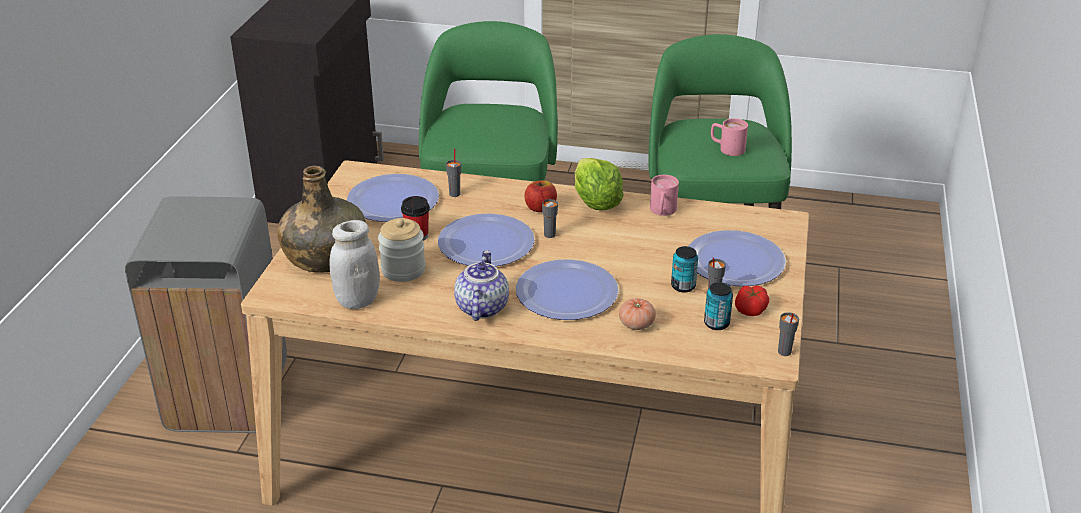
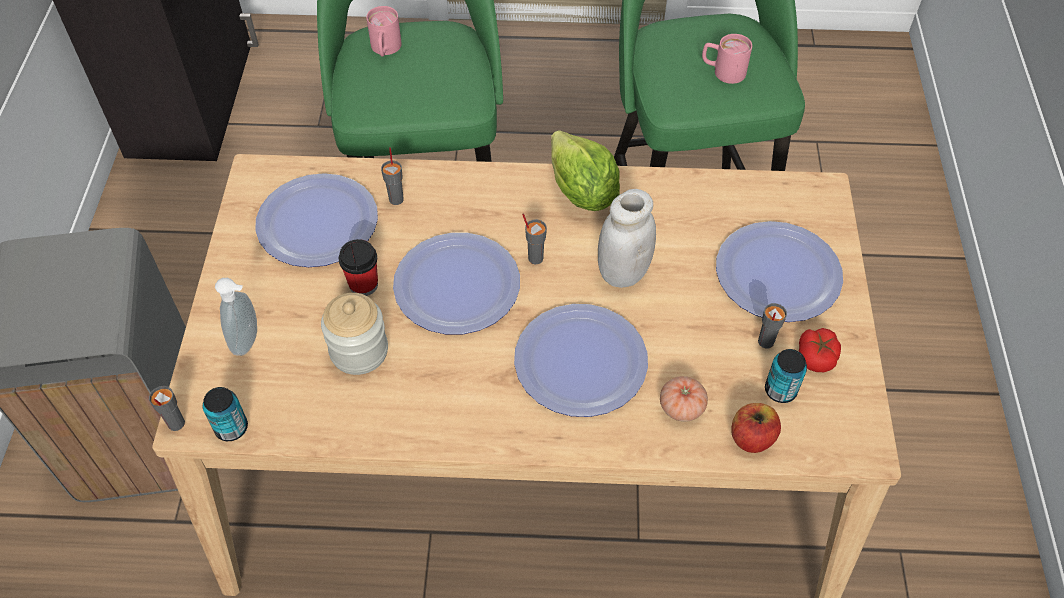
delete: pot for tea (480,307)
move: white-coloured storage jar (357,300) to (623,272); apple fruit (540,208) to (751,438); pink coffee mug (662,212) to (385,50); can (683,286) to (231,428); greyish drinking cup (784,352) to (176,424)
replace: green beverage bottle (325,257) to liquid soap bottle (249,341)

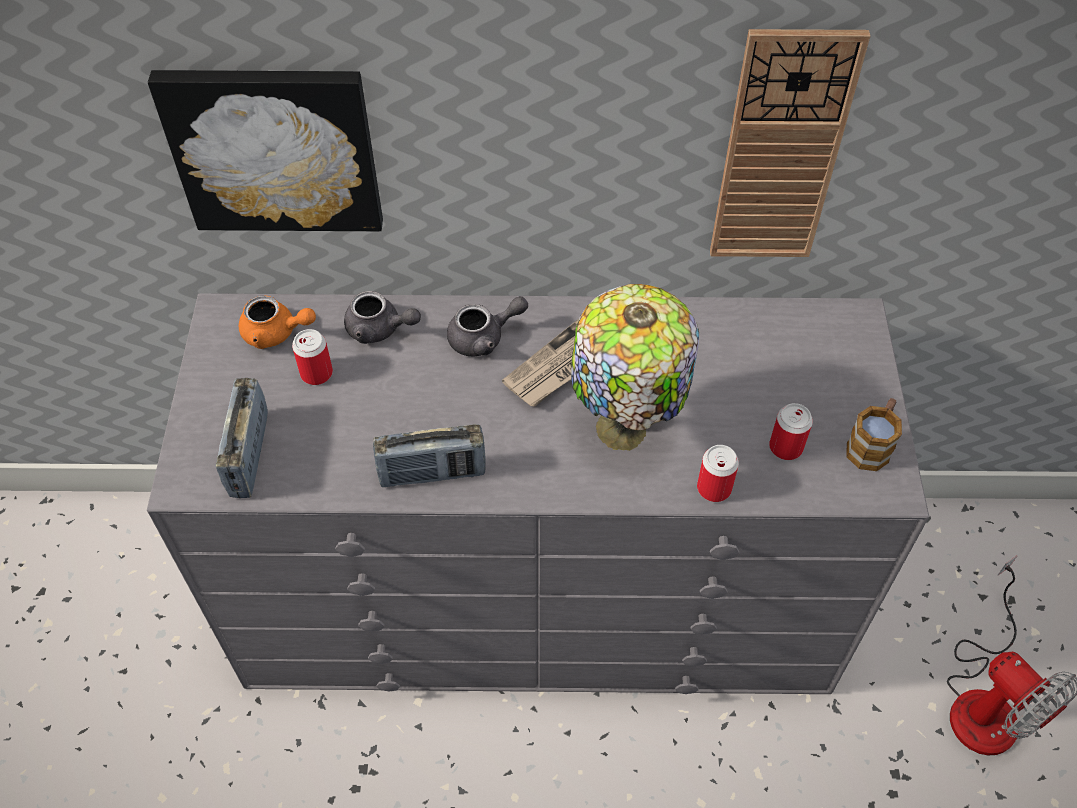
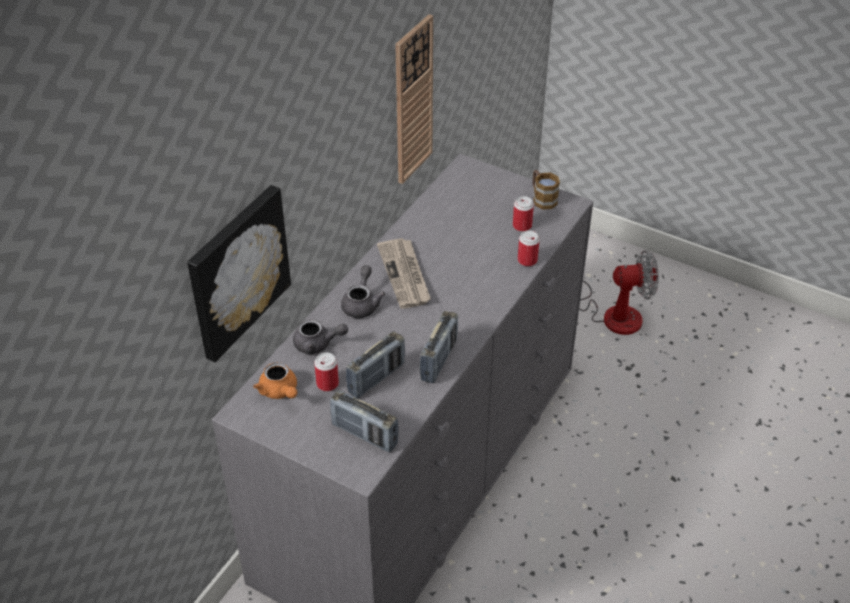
delete: tabletop lamp (624,432)
insert: radio receiver (376,378)
rotate: orange-coloured pot for tea (276,333) = (280,392) 105 degrees clockwise; greyish pot for tea (380,329) = (318,344) 45 degrees clockwise

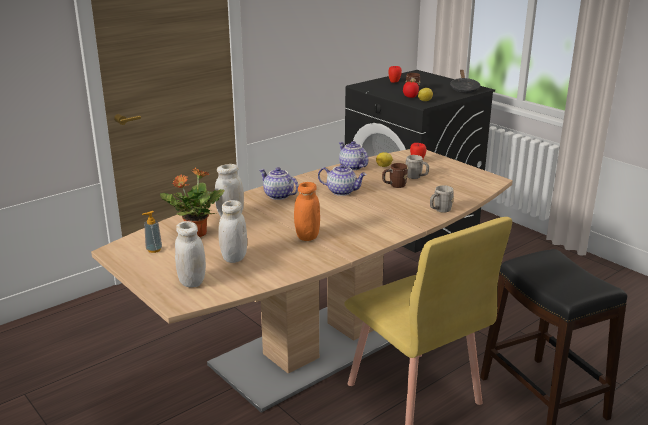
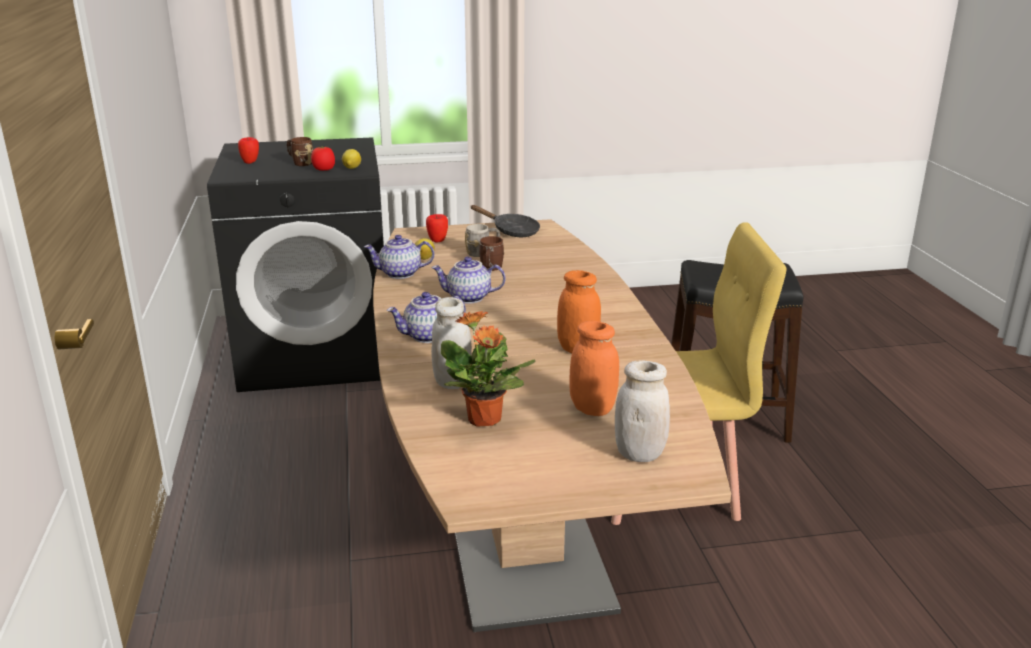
delete: liquid soap bottle (154,249); greyish coffee mug (440,210)
move: black-coloured skillet (464,89) to (512,231)
recolor: white-coloured storage jar (234,257) to orange-coloured storage jar (592,409)
rotate: pot for tea (342,191) = (468,298) 135 degrees counterclockwise

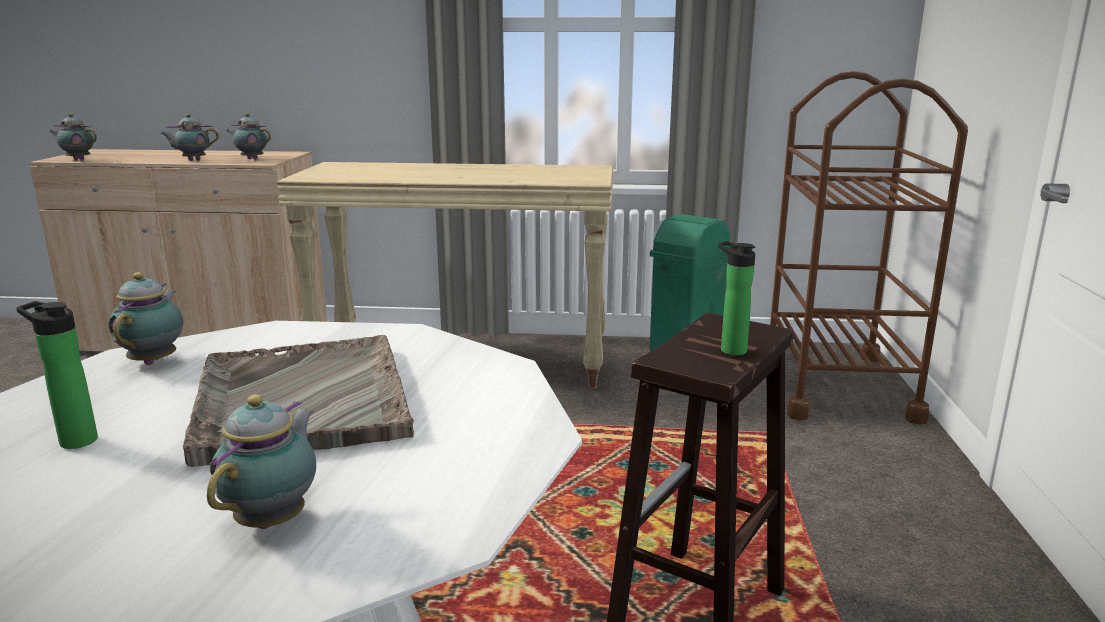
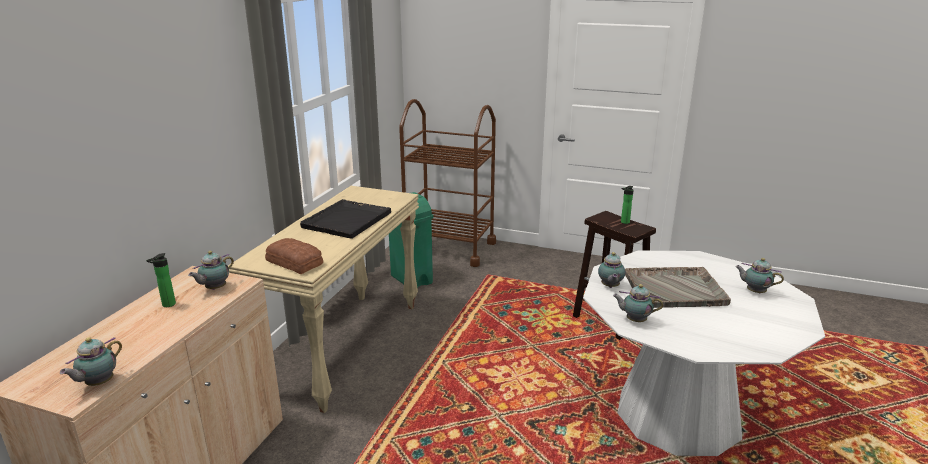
insert: bread (295,262); black-coloured carrying tray (346,220)
move: beverage bottle (74,440) to (167,305); pot for tea (192,160) to (610,286)

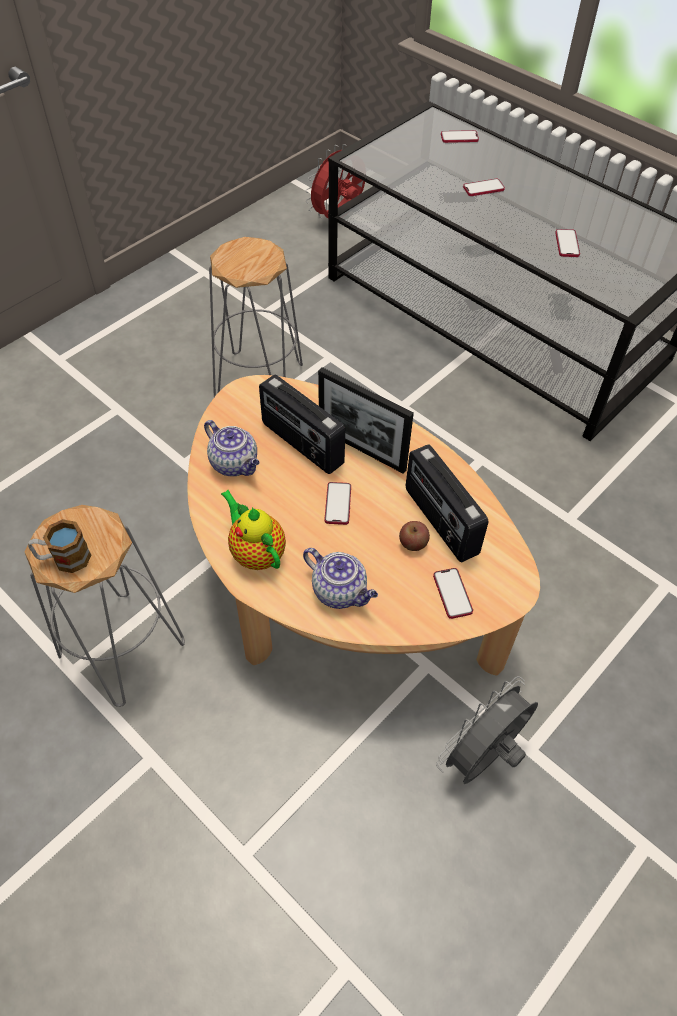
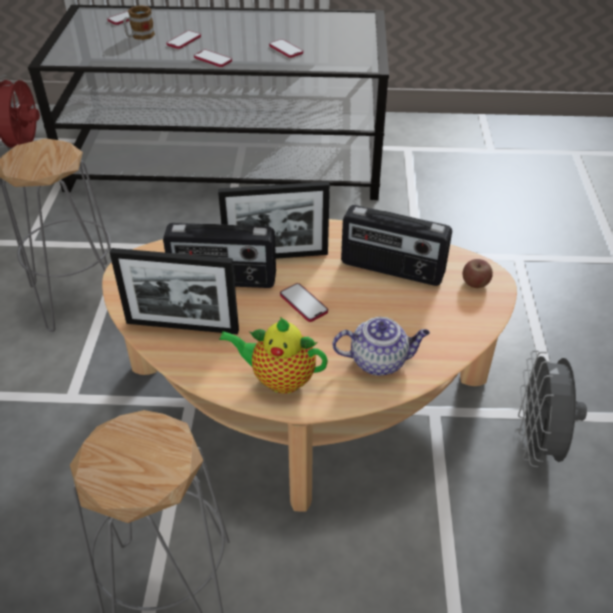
move: coffee mug (64,558) to (139,36); apple fruit (413,543) to (475,283); phone (452,594) to (213,59)
replace: pot for tea (235,464) to photo frame (182,326)

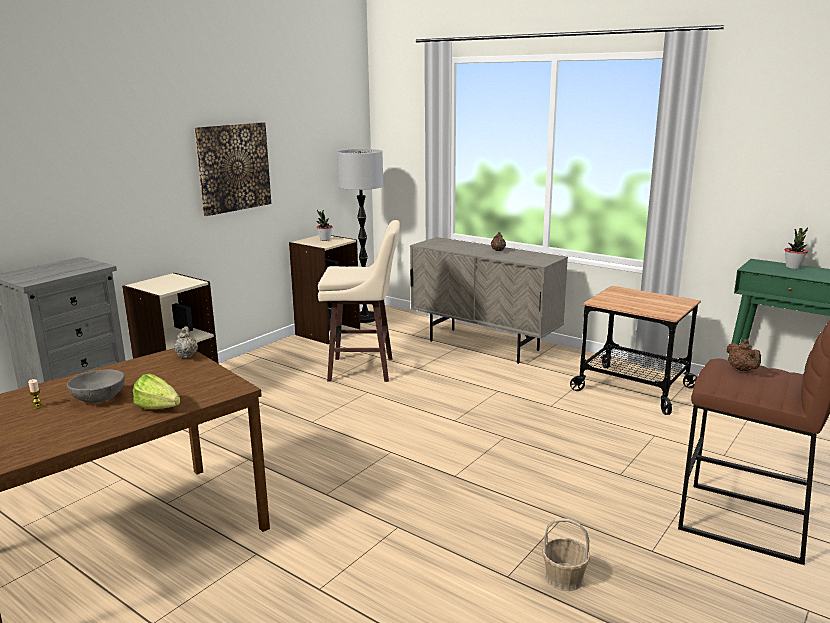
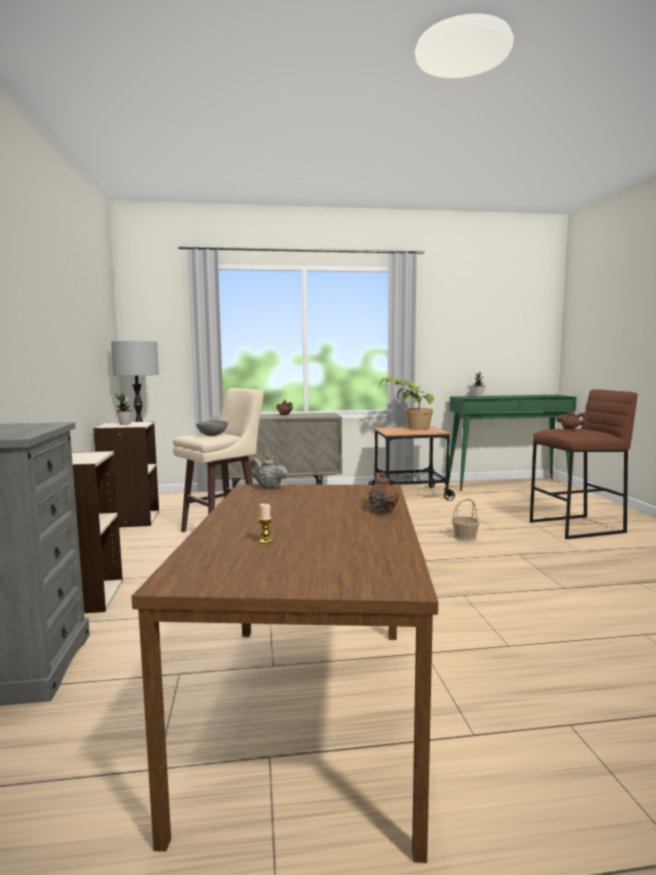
delete: wall picture (233,167)
insert: houseplant (407,429)
move: greyish serving bowl (100,399) to (212,435); storage basket (564,578) to (465,537)
replace: lettuce head (160,410) to brownish pot for tea (382,510)

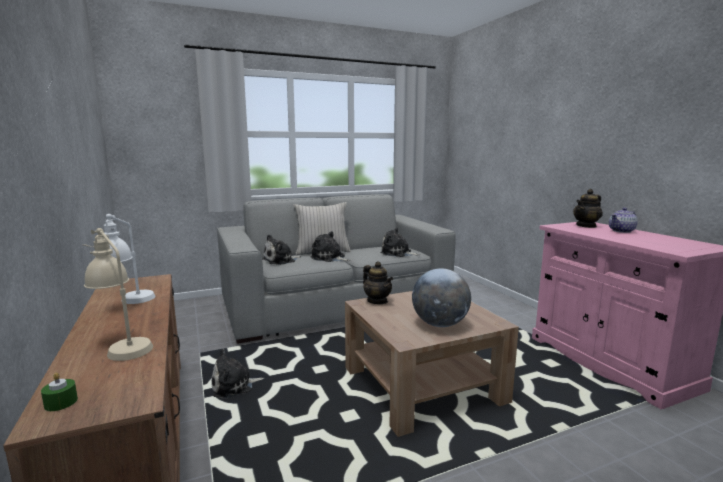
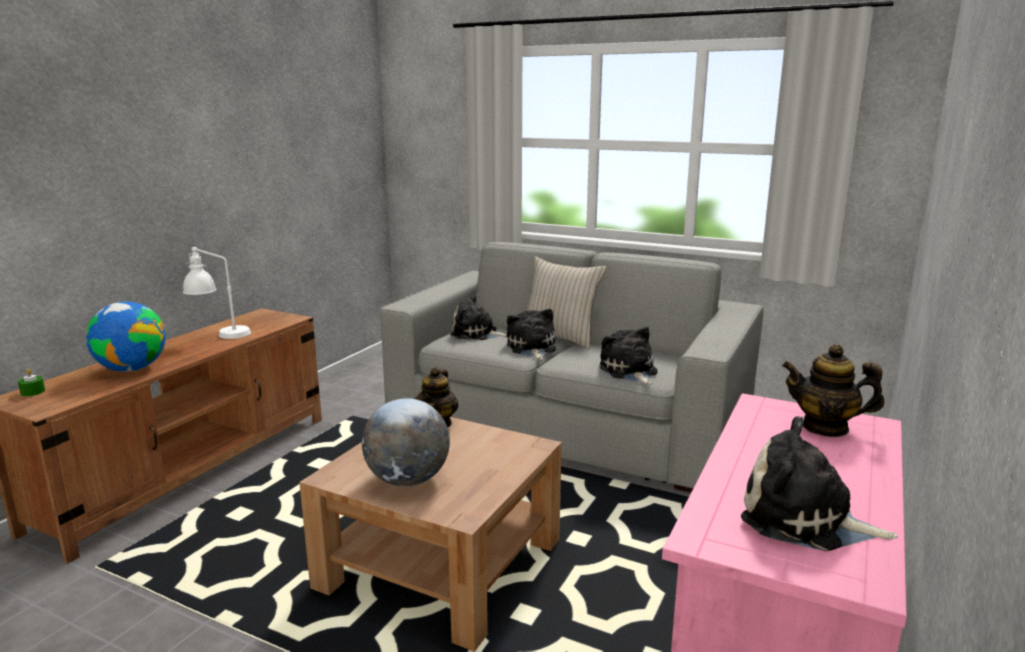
delete: pot for tea (622,231)
move: plush toy (235,386) to (804,519)
replace: beige tabletop lamp (121,345) to globe (132,369)

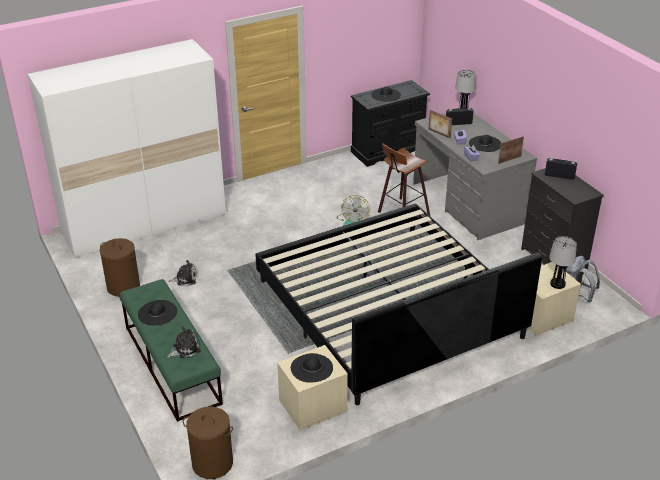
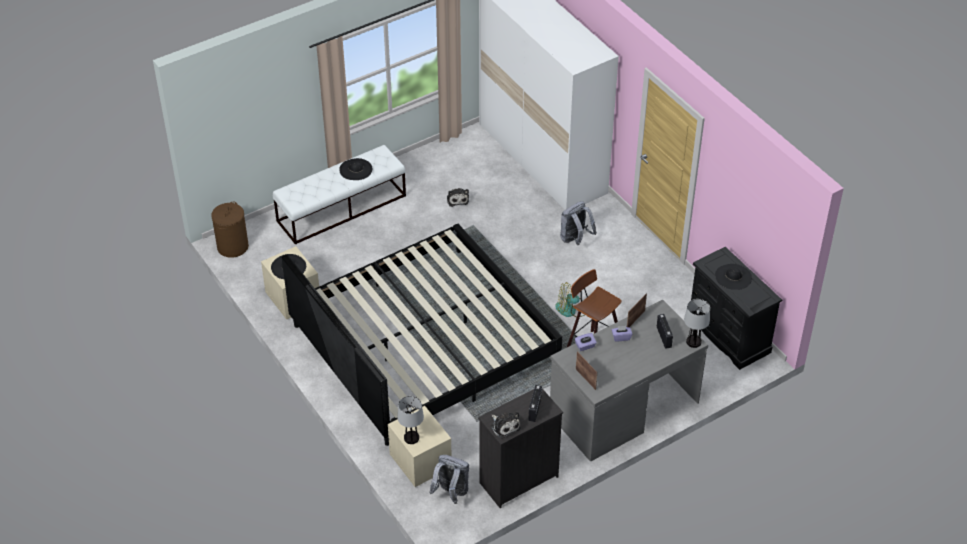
delete: brownish laundry basket (123,286); black-coloured hat (485,144)
insert: greyish backpack (575,239)
move: plush toy (184,349) to (504,426)
recolor: green long seat (171,364) to white-coloured long seat (342,208)

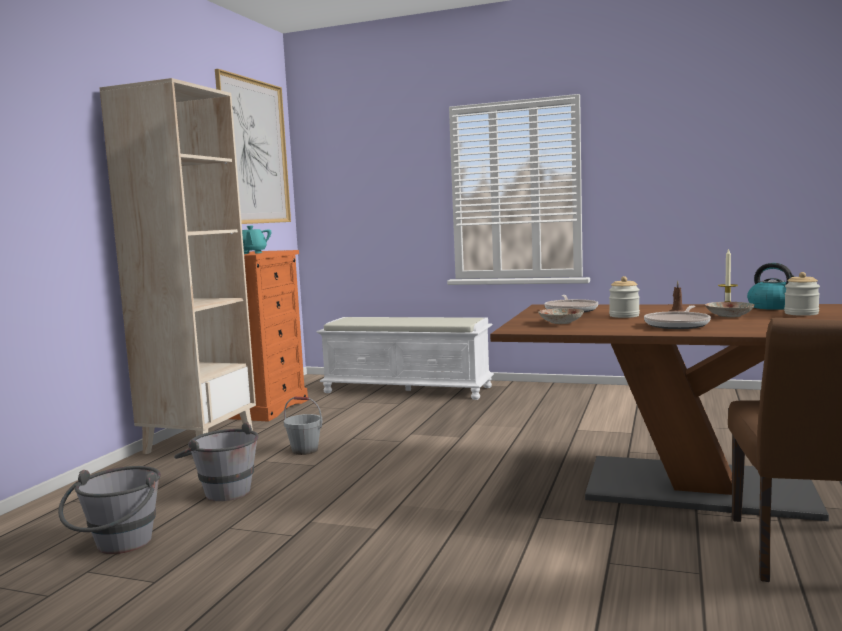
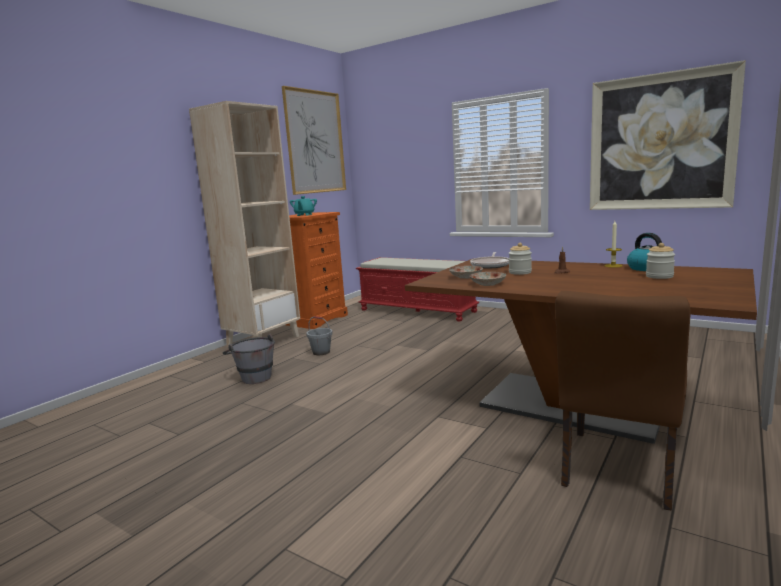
delete: greyish pail (118,547); skillet (678,325)
insert: wall picture (660,142)
move: flat dish (728,316) to (487,284)
recolor: white-coloured long seat (408,389) to red long seat (418,310)

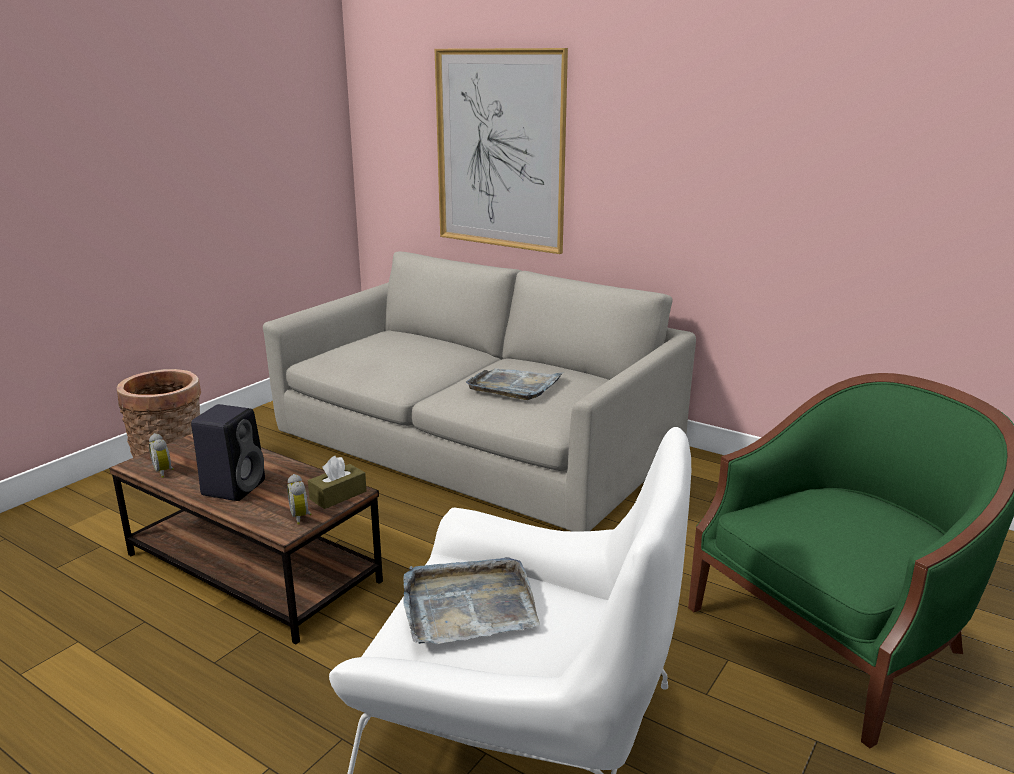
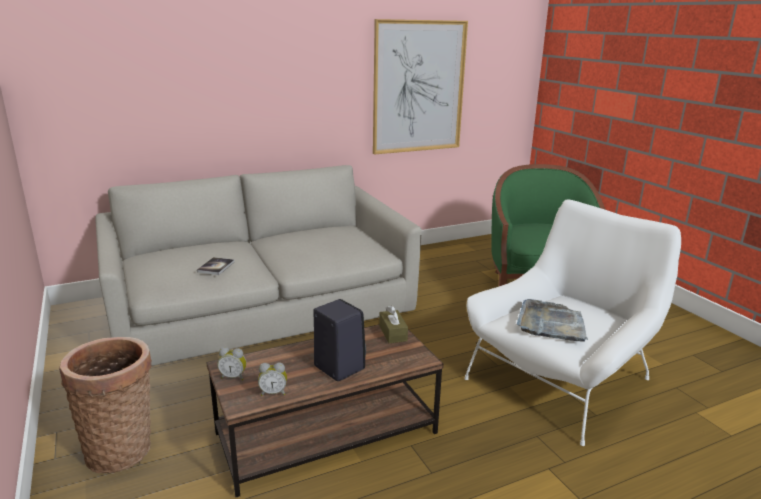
delete: greyish carrying tray (515,386)
insert: volume (216,267)
move: alarm clock (301,517) to (233,377); wall picture (500,150) to (419,87)

